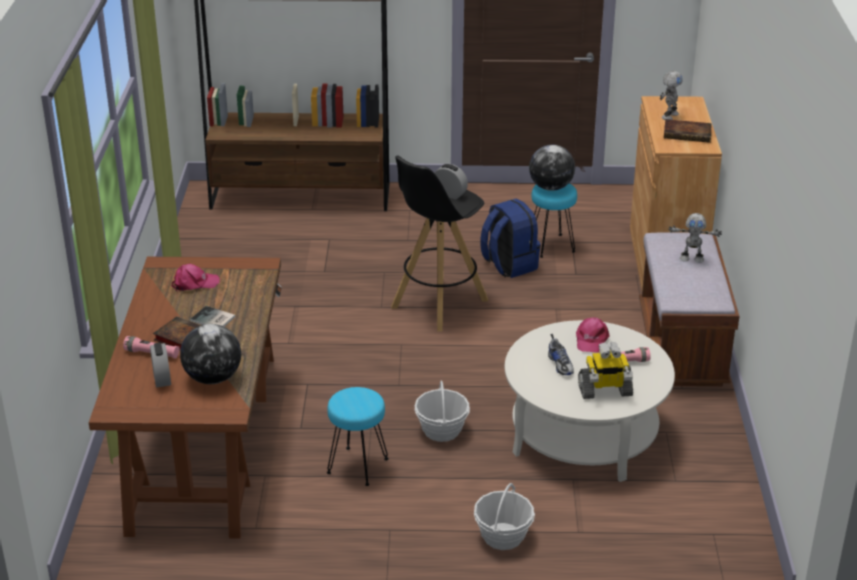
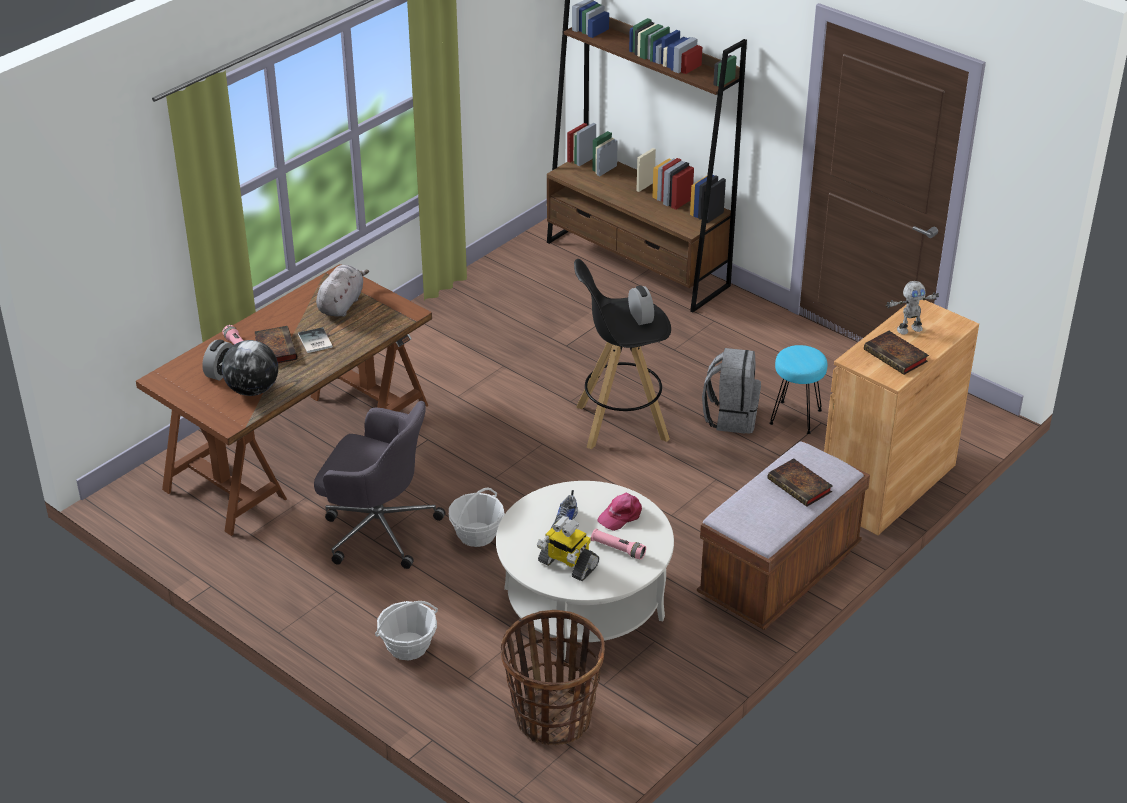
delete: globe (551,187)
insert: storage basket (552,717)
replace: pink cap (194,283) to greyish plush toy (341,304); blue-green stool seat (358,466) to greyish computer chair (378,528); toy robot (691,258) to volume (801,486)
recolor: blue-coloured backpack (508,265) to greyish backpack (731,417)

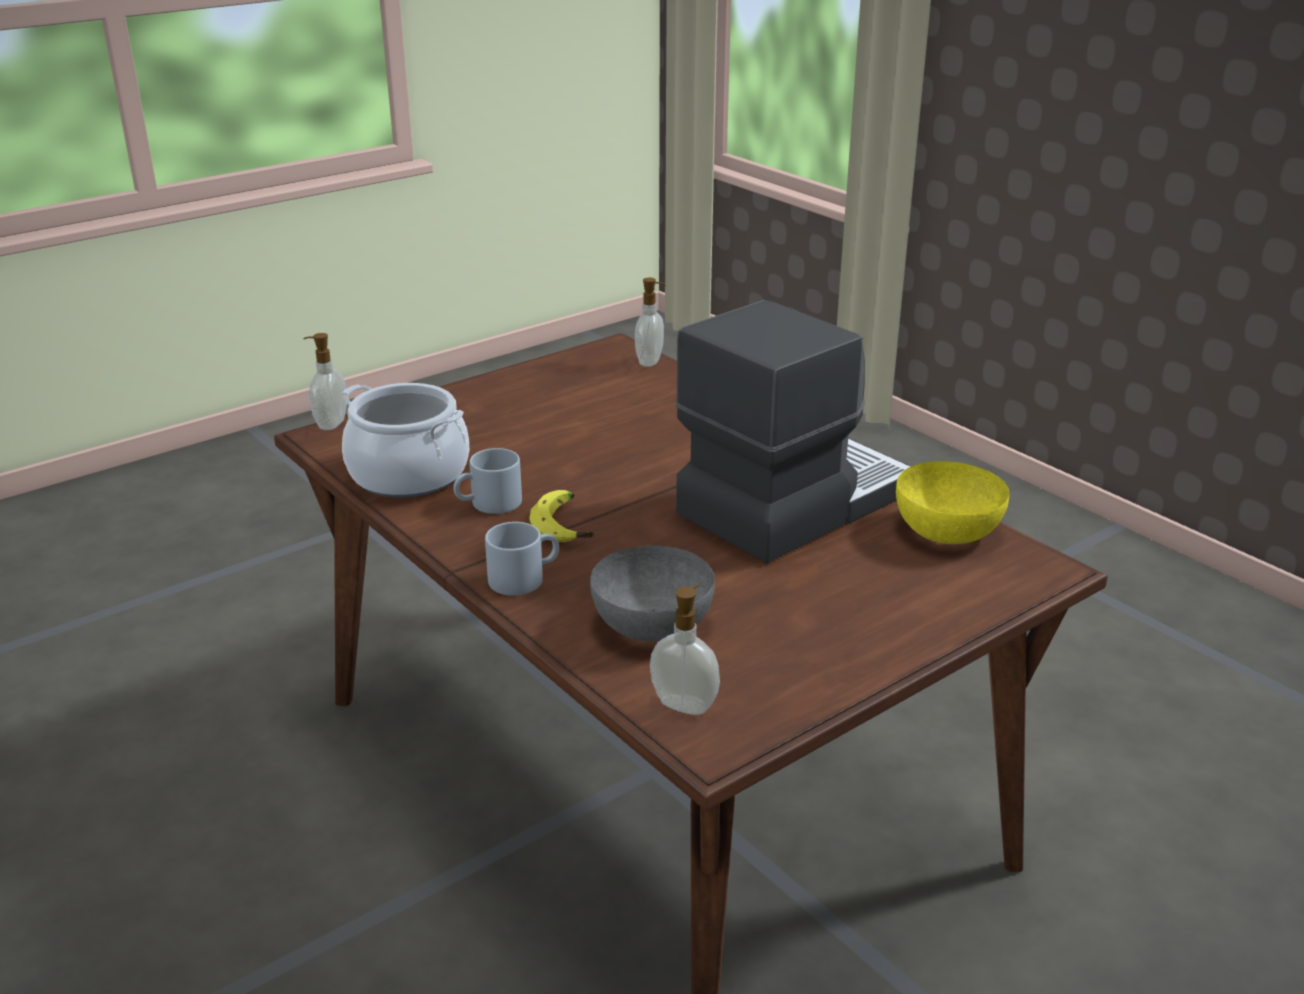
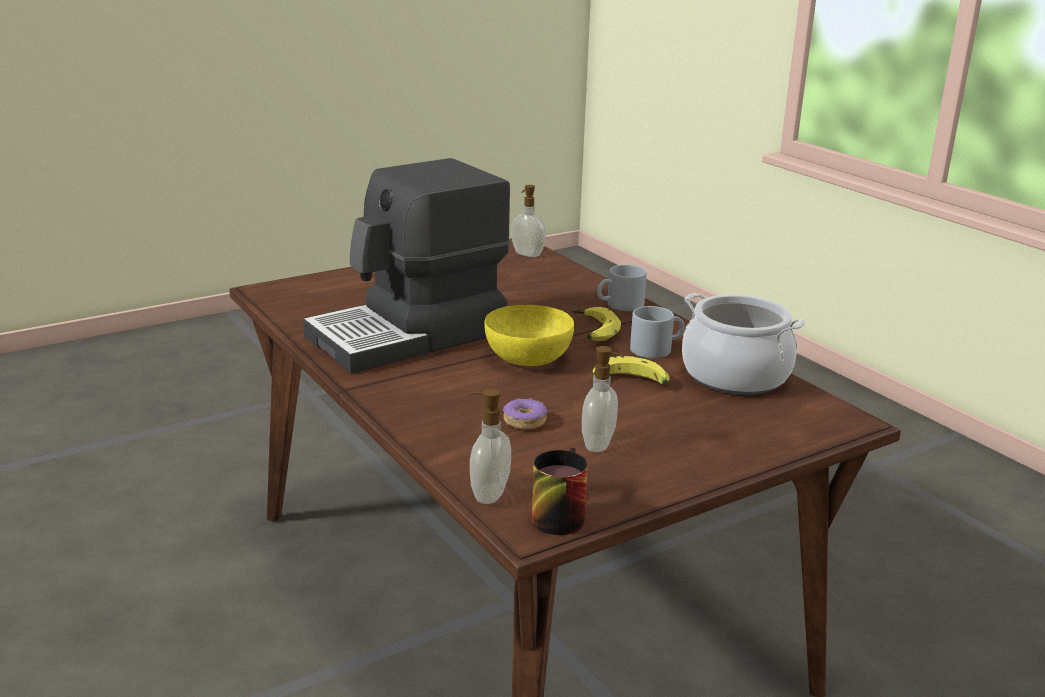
delete: greyish serving bowl (651,624)
insert: doughnut (524,421); coffee mug (555,513); banana fruit (629,384)
move: liquid soap bottle (330,424) to (599,445); yellow-coloured serving bowl (948,529) to (527,358)

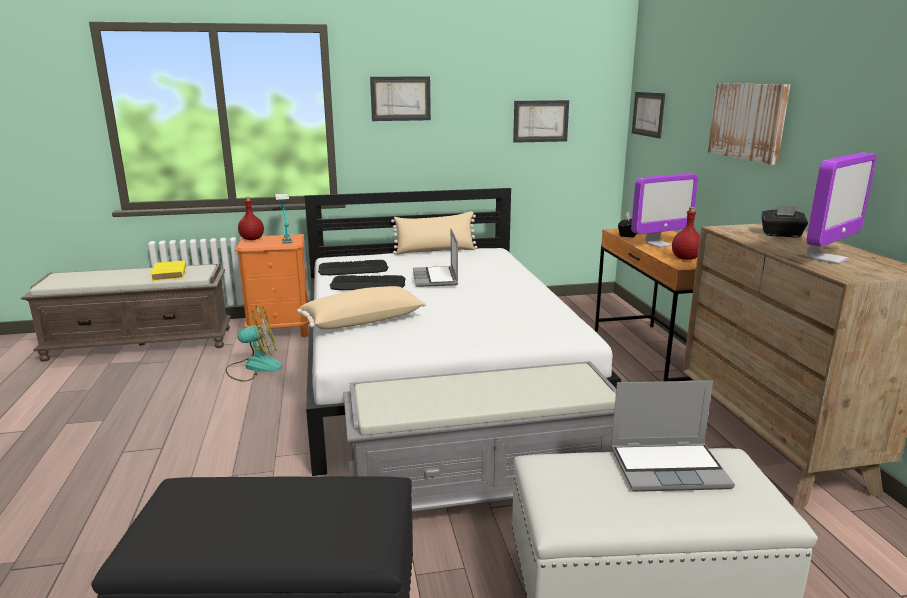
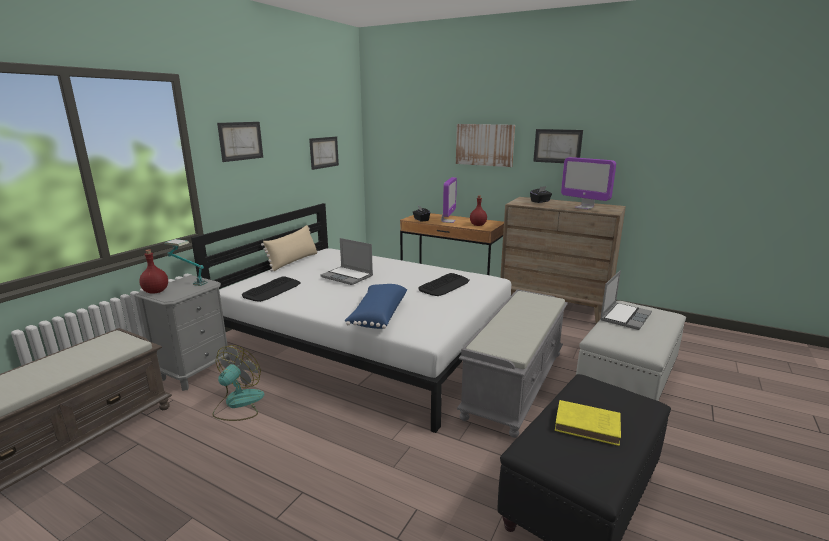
move: yellow-coloured volume (169,274) to (589,426); keyboard (368,284) to (444,285); wall picture (648,114) to (557,146)
recolor: orange-coloured bedside table (280,331) to greyish bedside table (196,371); beige pillow (362,320) to blue-coloured pillow (377,315)
rotate: monitor (827,258) = (584,207) 135 degrees clockwise

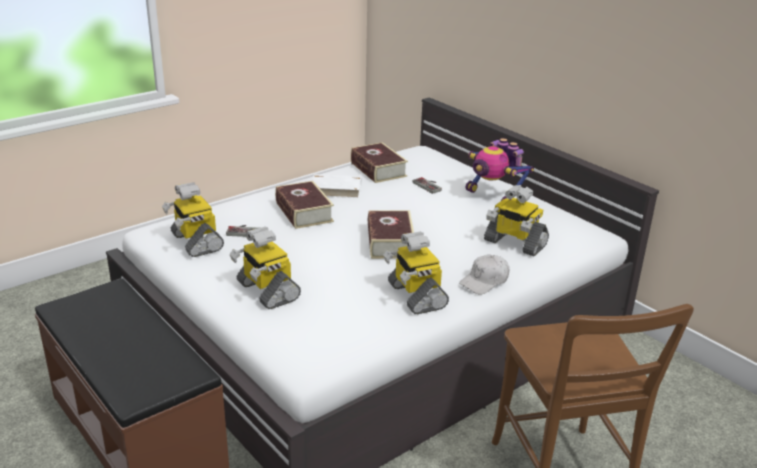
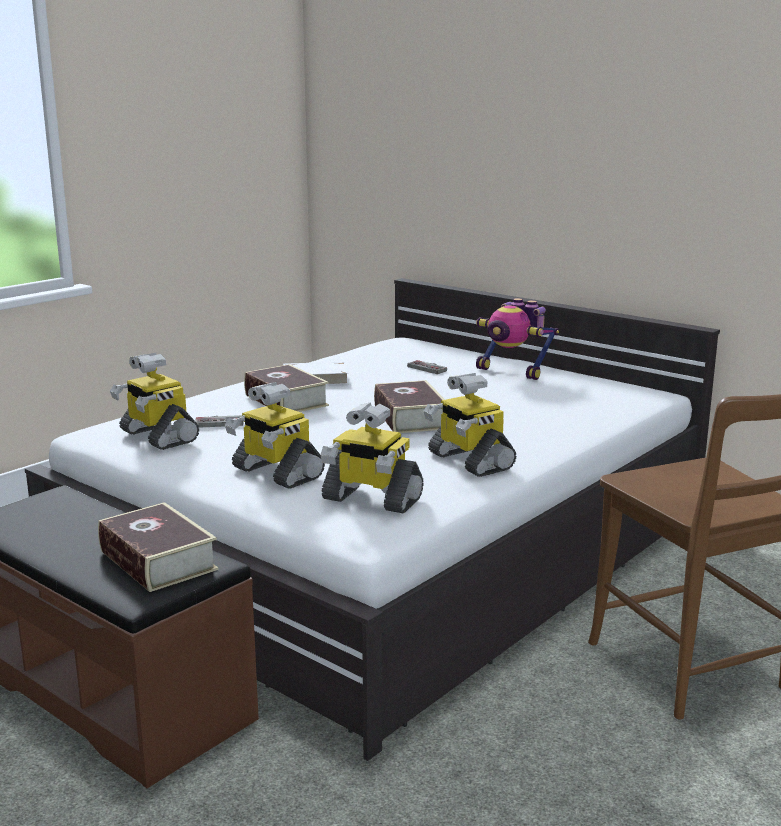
delete: white-coloured cap (485,281)
move: volume (378,169) to (158,560); toy robot (514,243) to (371,499)

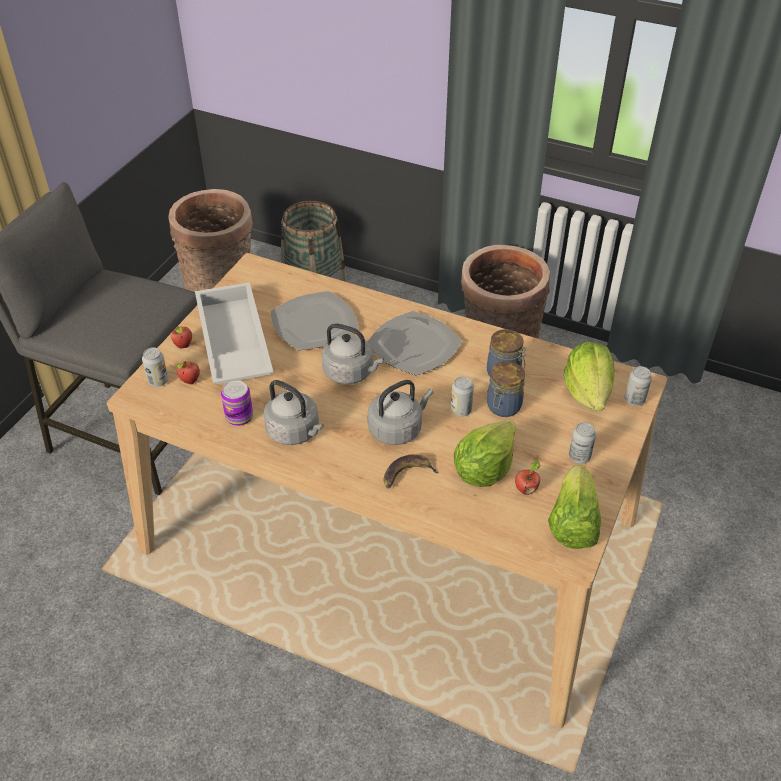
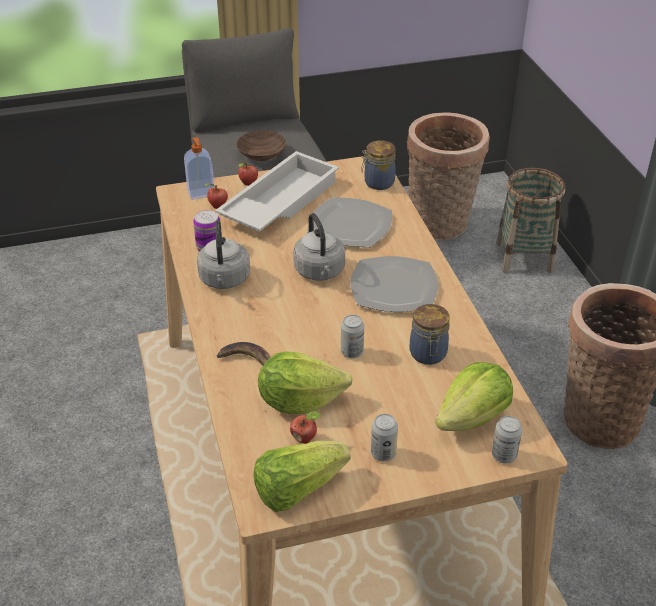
delete: greyish tea kettle (397,429)
insert: brownish serving bowl (260,154)
move: storage jar (503,407) to (377,183)
replace: can (158,381) to liquid soap bottle (201,194)

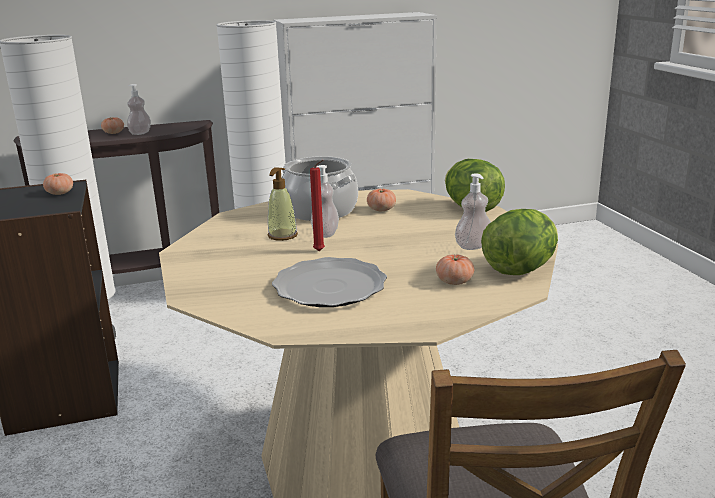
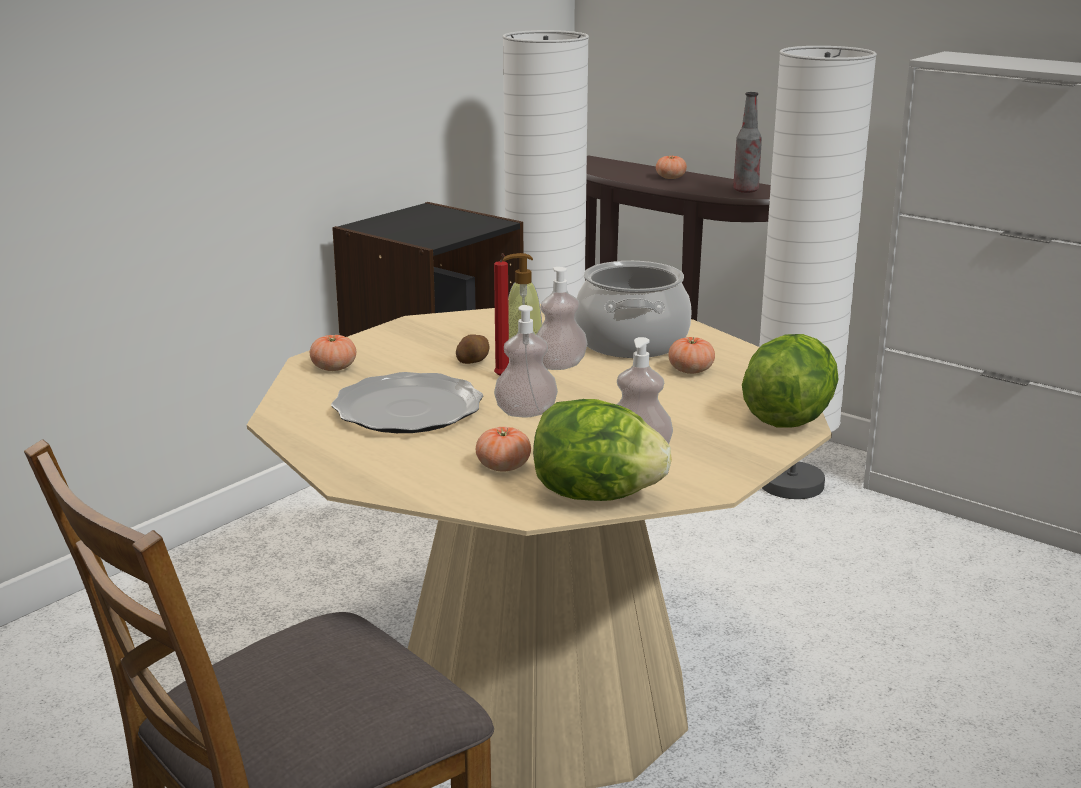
insert: whole potato (473,361); beverage bottle (745,190)
move: tomato (60,193) to (334,368); liquid soap bottle (140,133) to (526,413)

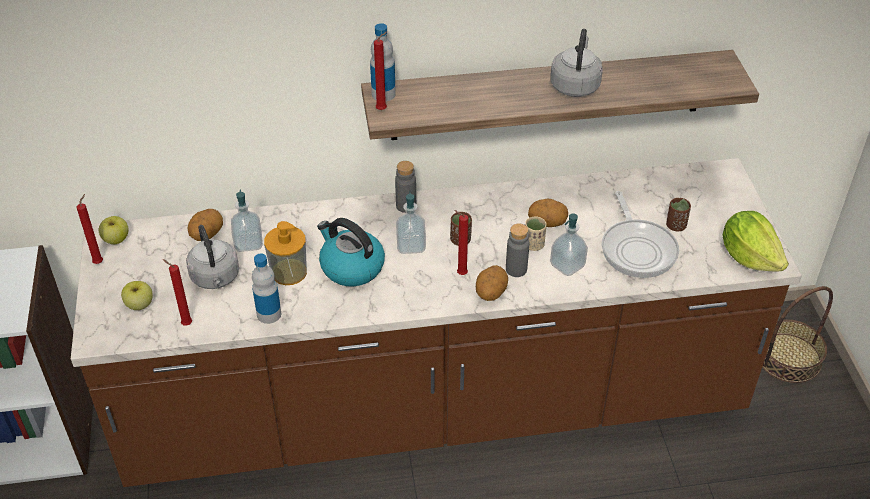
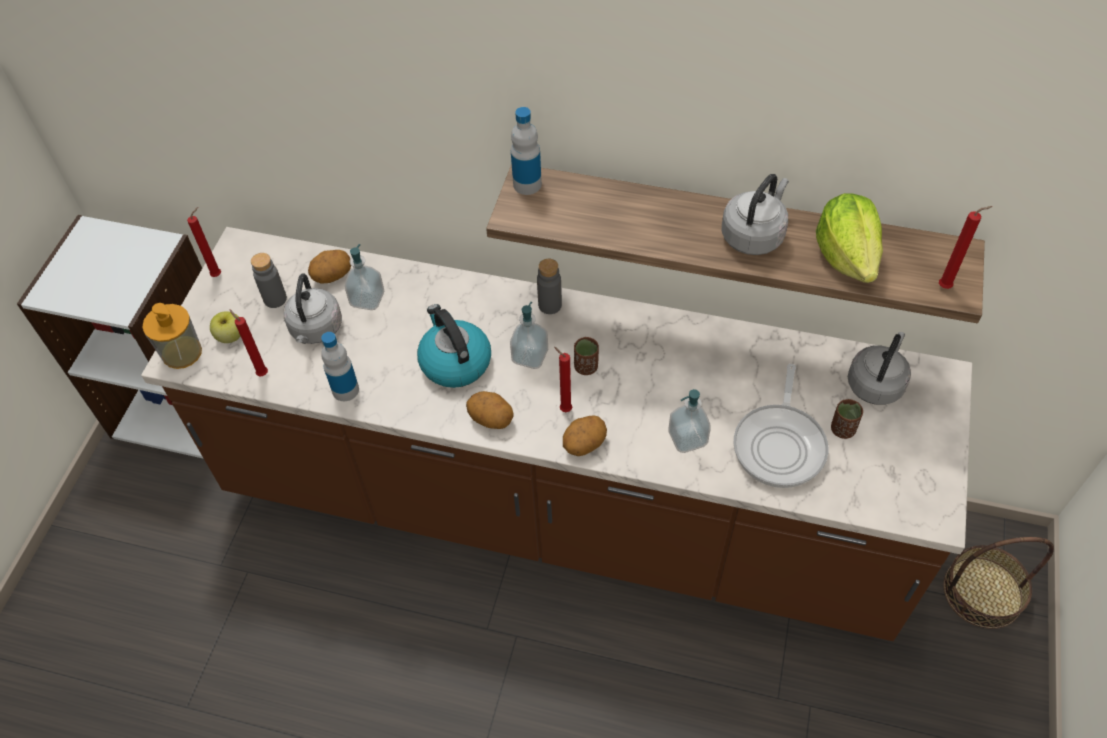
delete: apple fruit (116,239); beige drinking cup (534,245)
insert: greyish tea kettle (876,383)
move: liquid soap bottle (289,272) to (182,352); red wax candle (383,109) to (946,287); greyish beverage bottle (516,269) to (275,299); whole potato (547,223) to (491,419); lettuce head (749,257) to (846,256)

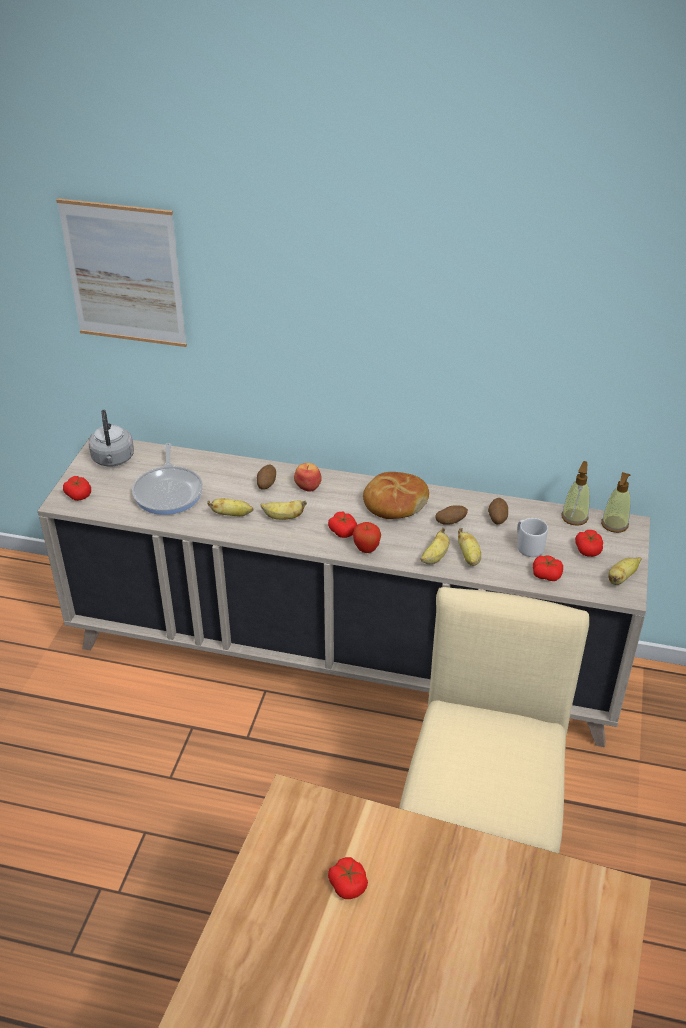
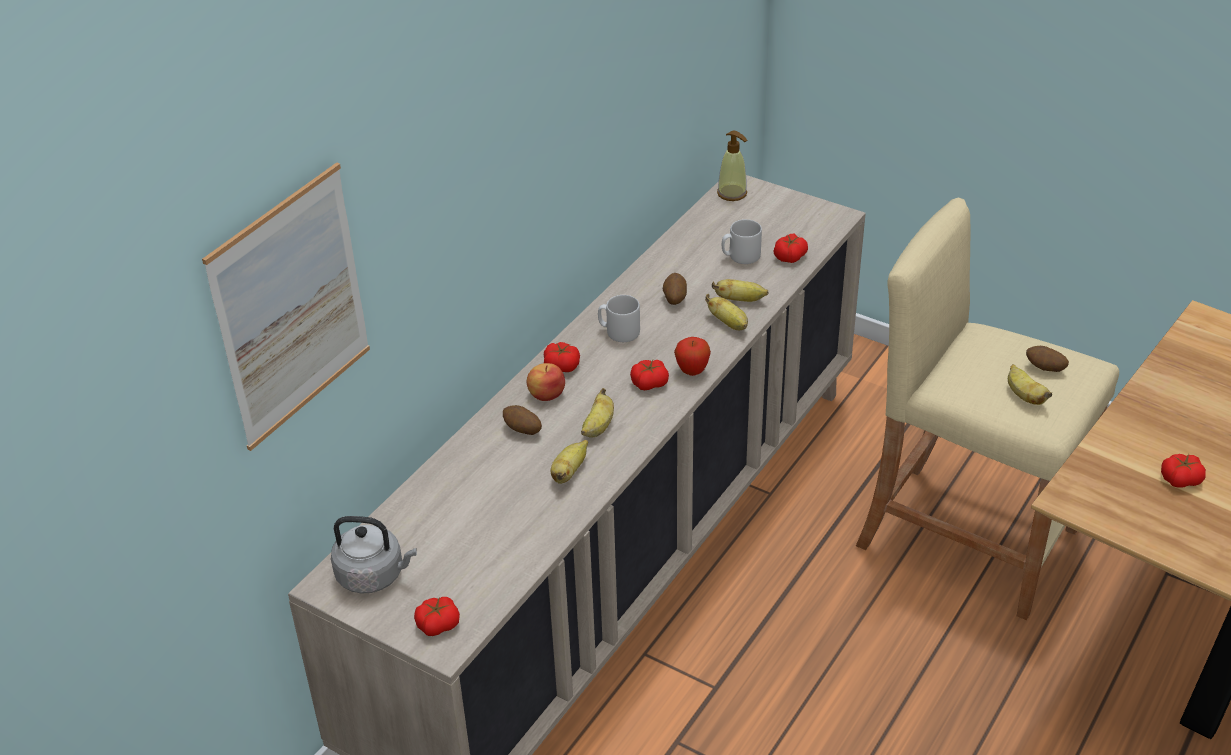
delete: skillet (169,492); liquid soap bottle (574,517)
move: whole potato (497,519) to (1044,369); tomato (588,549) to (561,365); banana fruit (621,578) to (1024,396)
replace: bread (394,503) to greyish coffee mug (619,332)

